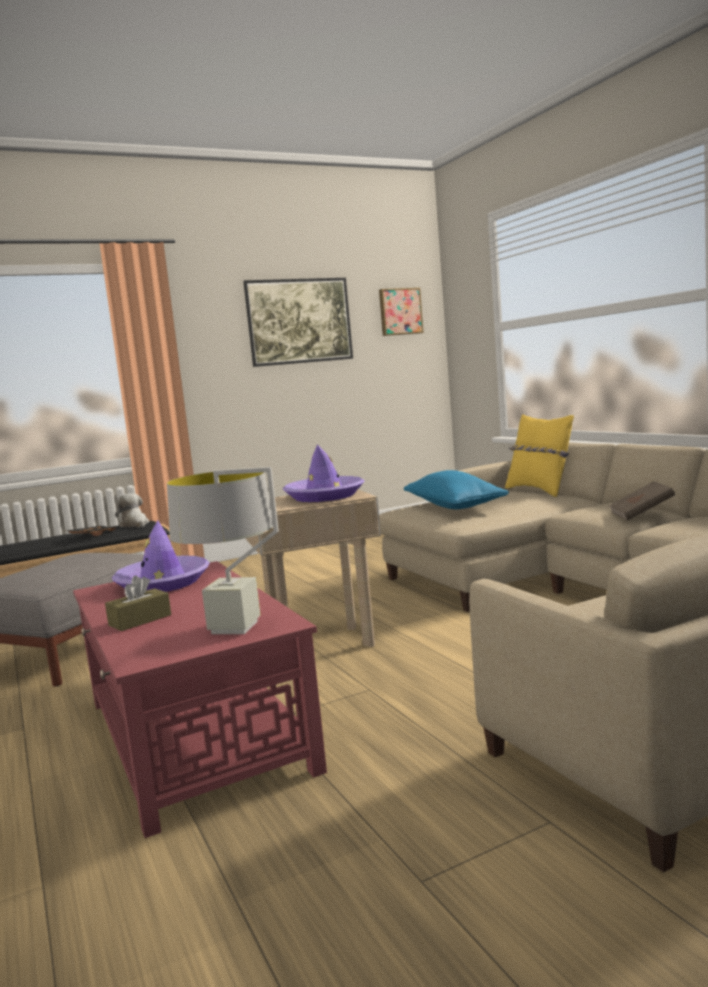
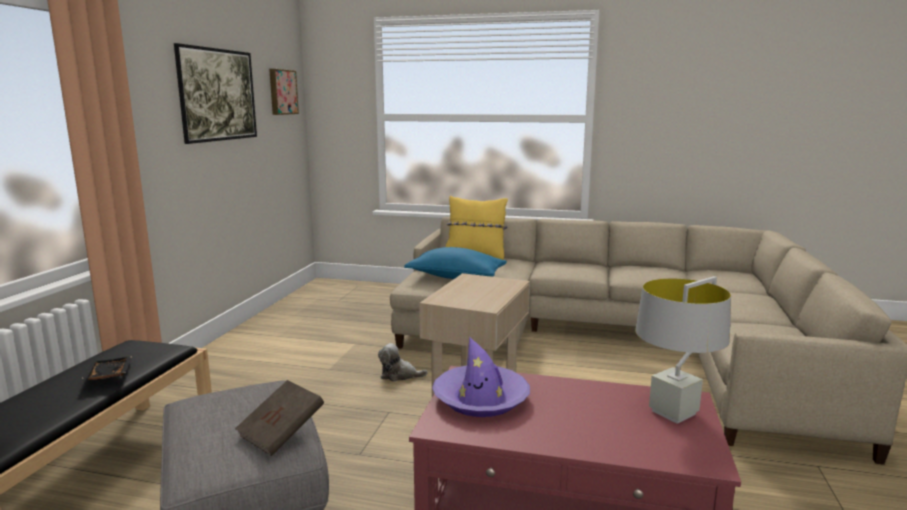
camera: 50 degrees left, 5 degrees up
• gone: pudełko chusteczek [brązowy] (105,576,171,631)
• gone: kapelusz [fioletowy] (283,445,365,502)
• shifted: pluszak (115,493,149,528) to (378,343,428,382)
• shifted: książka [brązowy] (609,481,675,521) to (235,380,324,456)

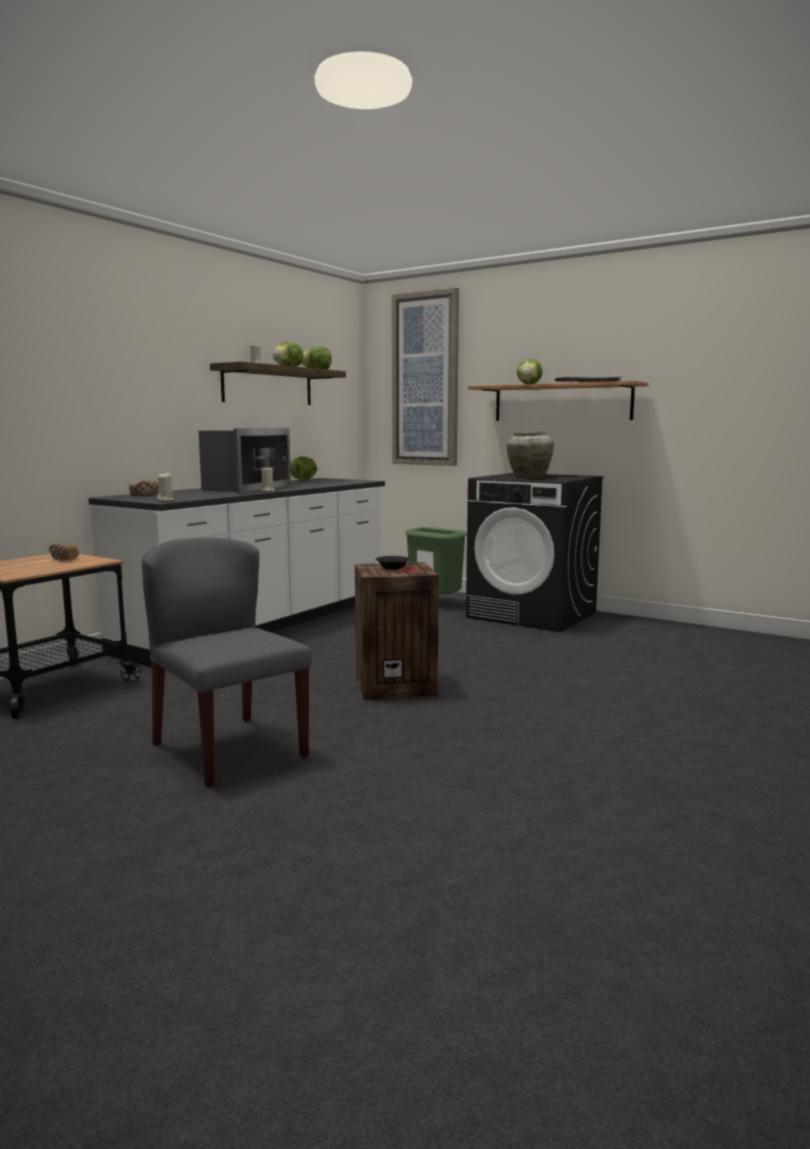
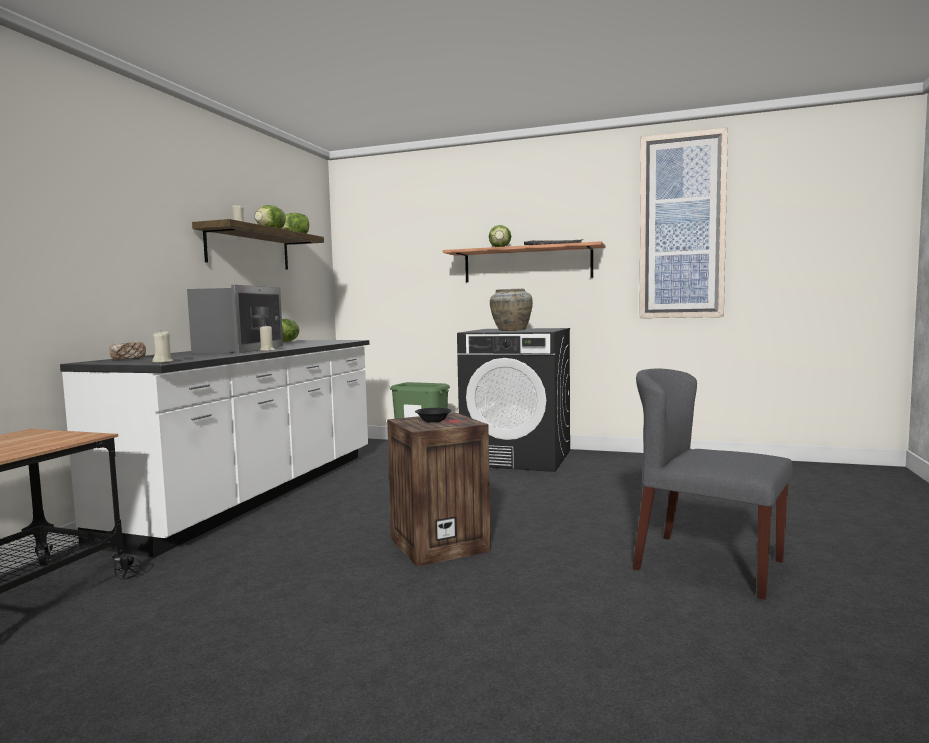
camera: 15 degrees left, 5 degrees down
• gone: chleb (49,543,79,560)
• shifted: krzesło [szary] (142,537,312,788) to (633,368,793,600)
• shifted: obraz (392,288,459,466) to (639,127,728,318)

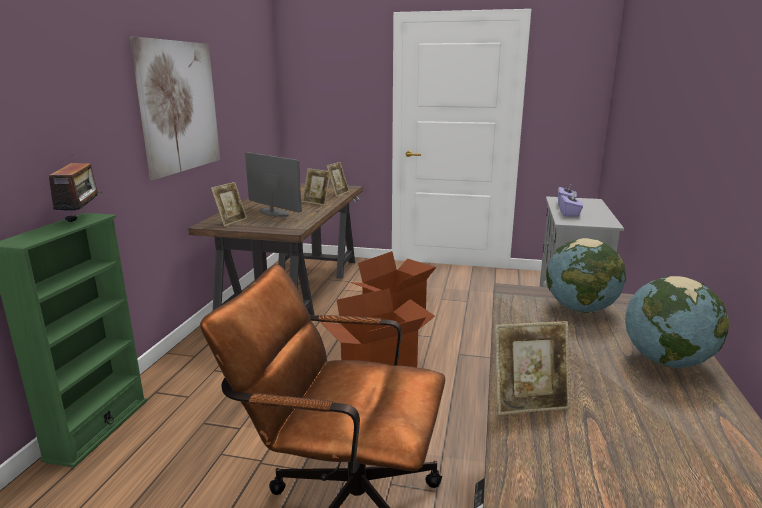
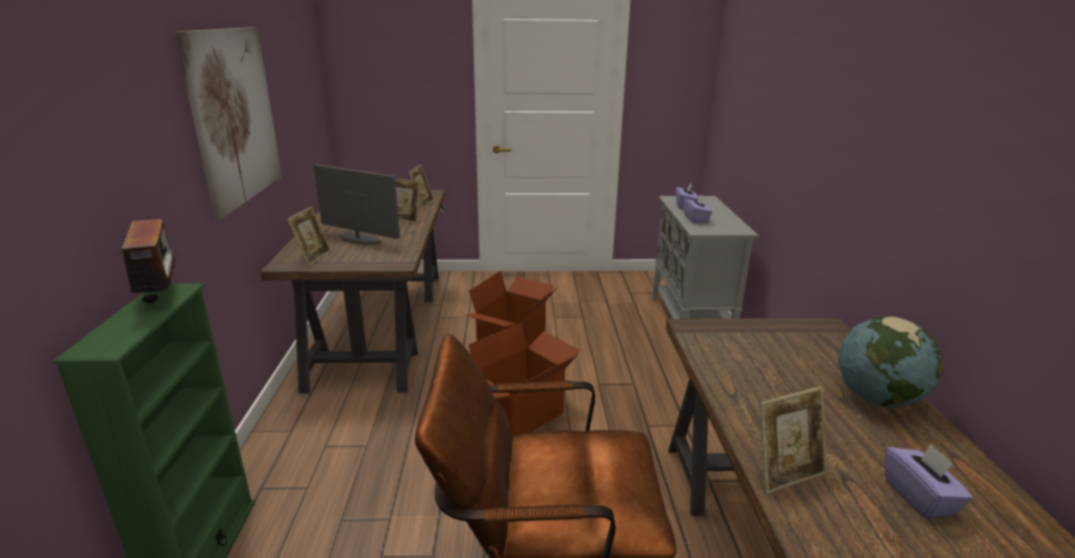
camera: 15 degrees left, 5 degrees up
• gone: globus (546,238,626,313)
• new: pudełko chusteczek [fioletowy] (884,444,973,519)

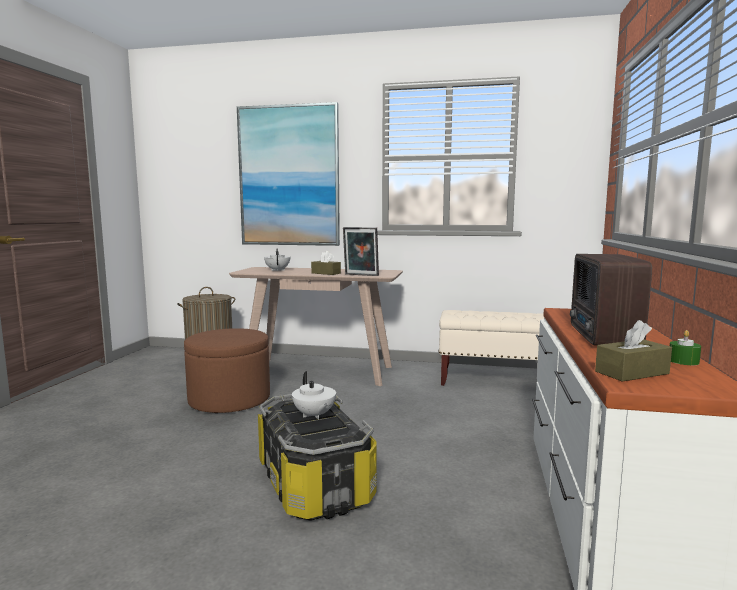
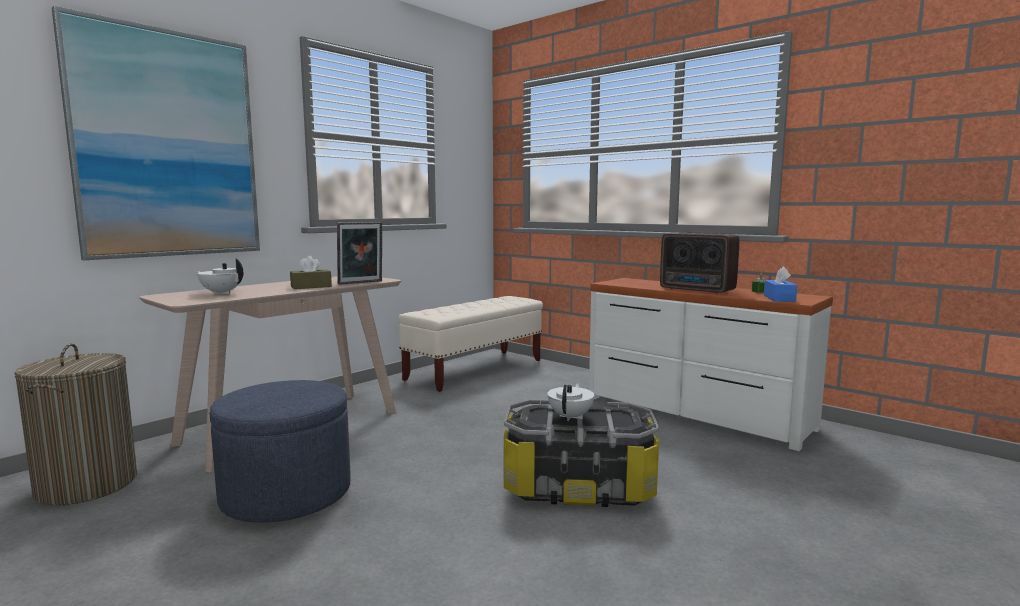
camera: 60 degrees left, 0 degrees up
• repainted: pufa [brązowy] (184,328,270,413) to pufa [niebieski] (210,380,351,523)
• repainted: pudełko chusteczek [brązowy] (595,320,672,382) to pudełko chusteczek [niebieski] (764,266,797,302)
• rotated: imbryk [biały] (292,371,336,420) = (548,384,594,421) 75 degrees counterclockwise

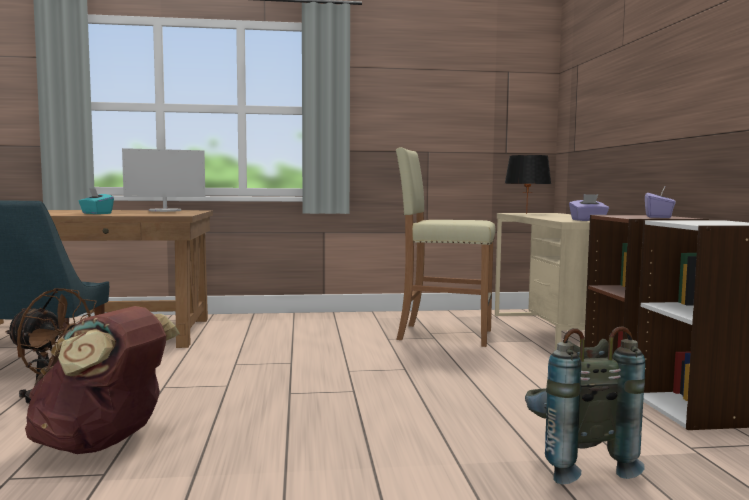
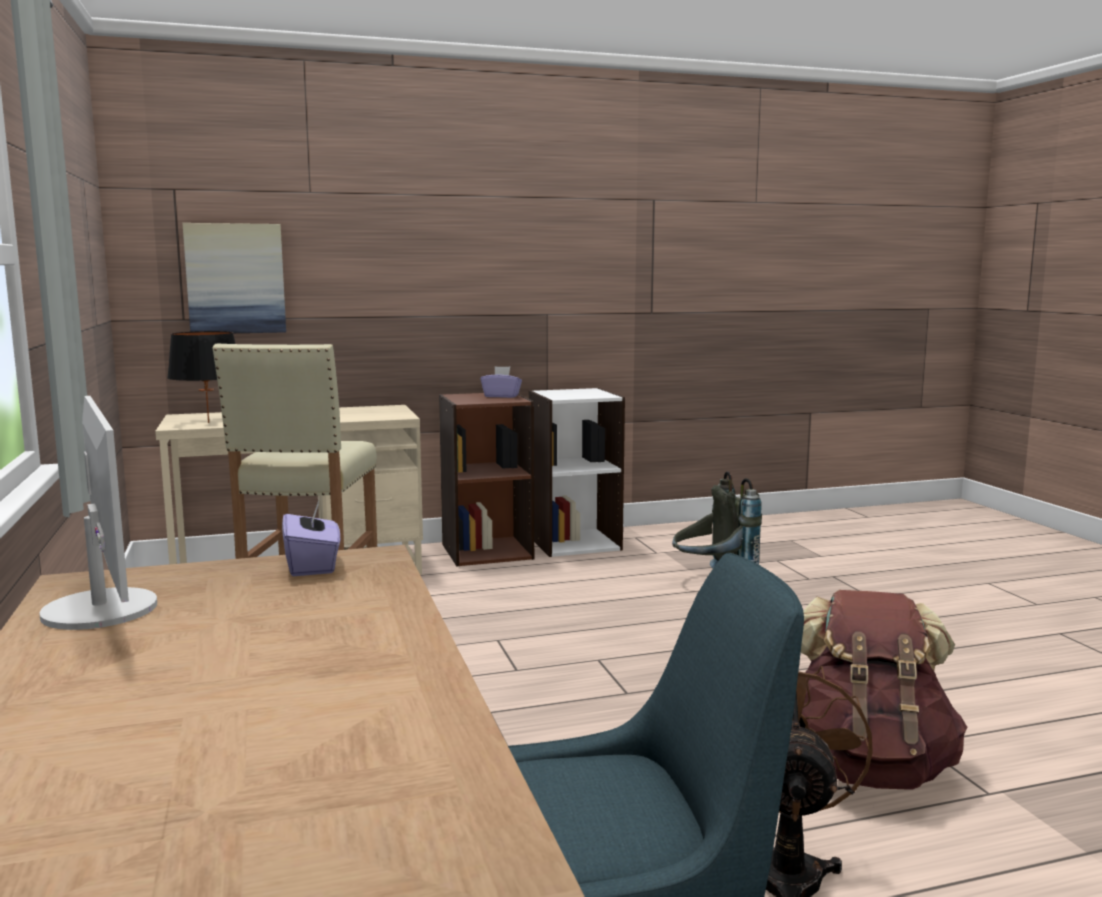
camera: 100 degrees left, 5 degrees up
• gone: pudełko chusteczek [turkusowy] (79,188,114,214)
• new: obraz (182,223,286,333)
• shifted: pudełko chusteczek [fioletowy] (569,194,609,221) to (282,498,340,576)

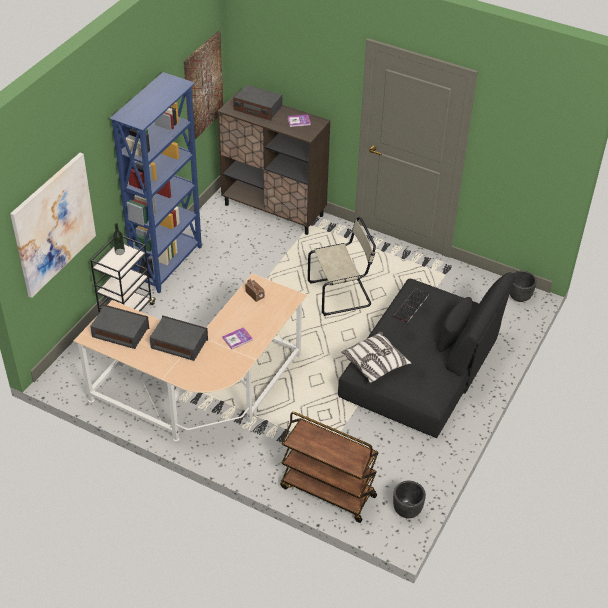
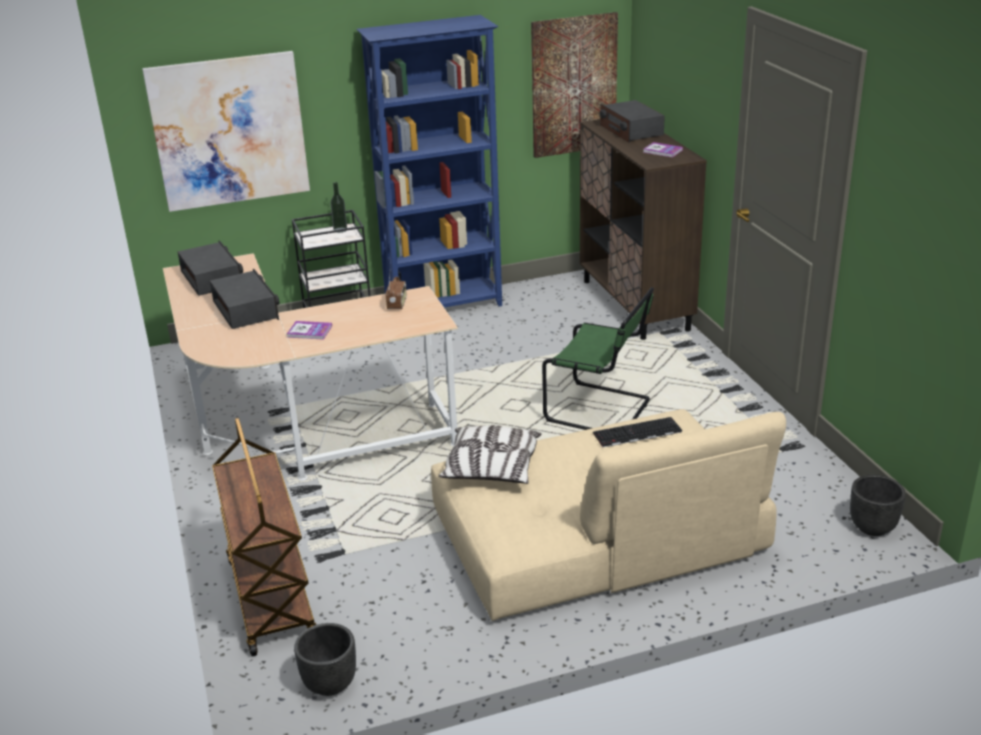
camera: 45 degrees right, 15 degrees down
• repainted: krzesło [beżowy] (308,217,376,316) to krzesło [zielony] (542,287,654,430)
• repainted: kanapa [czarny] (338,272,515,438) to kanapa [beżowy] (431,409,786,621)

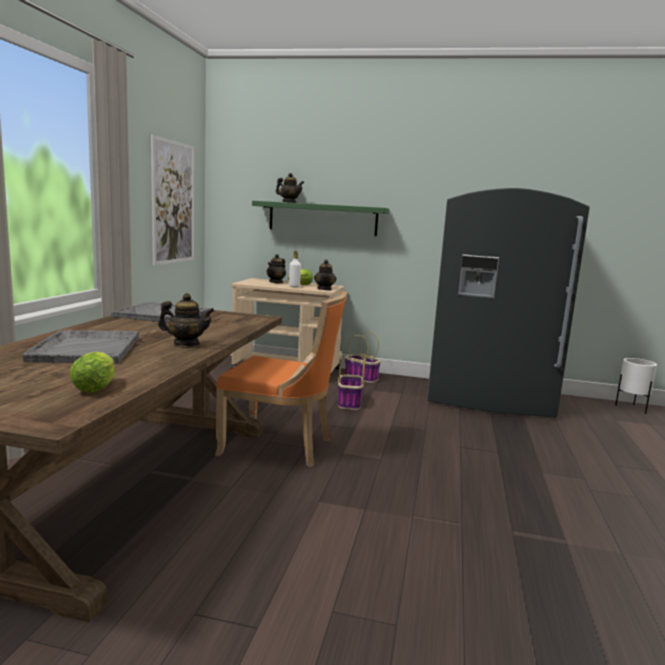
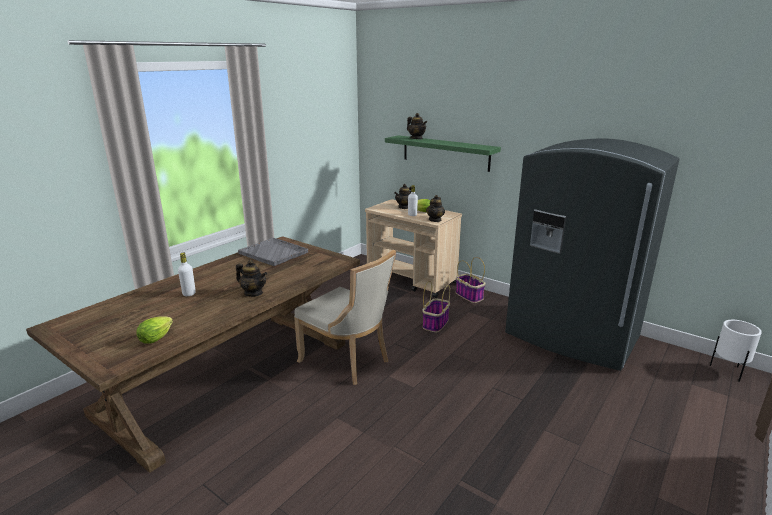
camera: 25 degrees right, 10 degrees up
• gone: obraz (151,135,194,266)
• swapped: taca [szary] (23,330,139,364) to butelka [biały] (178,253,196,296)
• repainted: krzesło [pomarańczowy] (215,291,347,467) to krzesło [beżowy] (294,250,396,385)

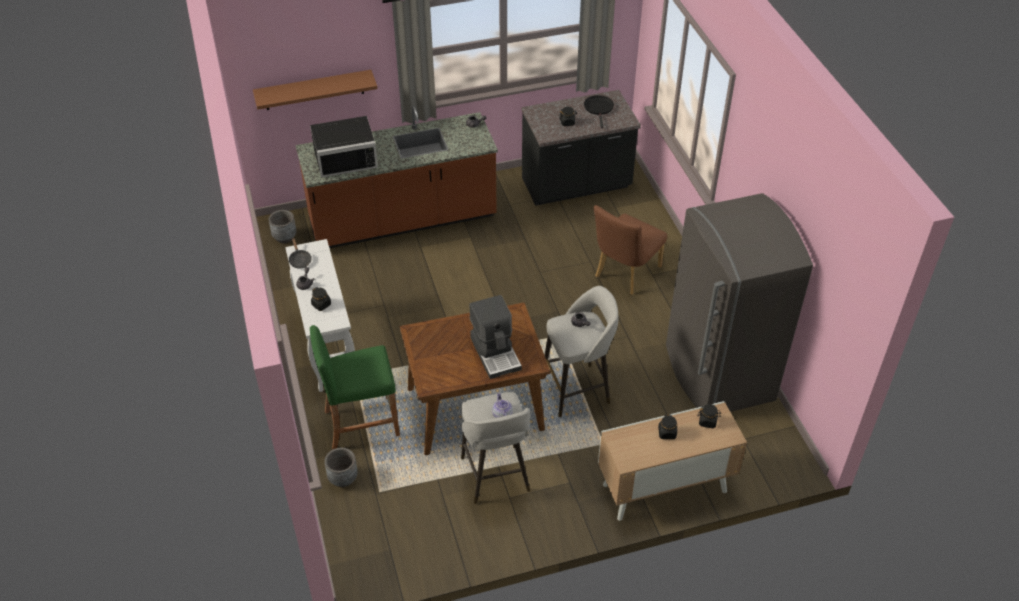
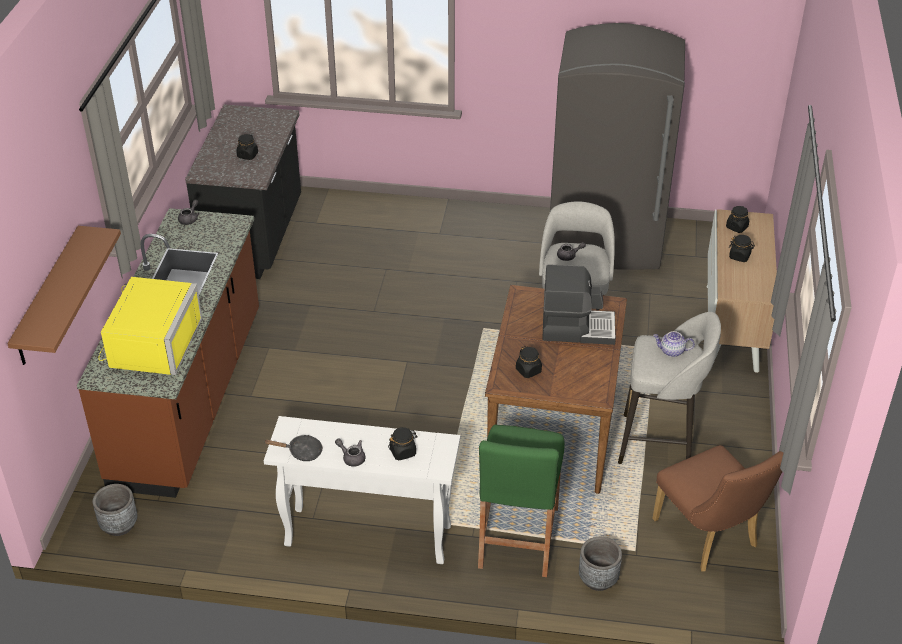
camera: 65 degrees left, 5 degrees down
• gone: patelnia [czarny] (584,95,614,128)
• new: słoik [czarny] (516,346,542,378)
• shifted: krzesło [brązowy] (594,205,667,295) to (652,445,784,571)
• repainted: mikrofalówka [czarny] (310,116,378,178) to mikrofalówka [żółty] (99,277,202,375)

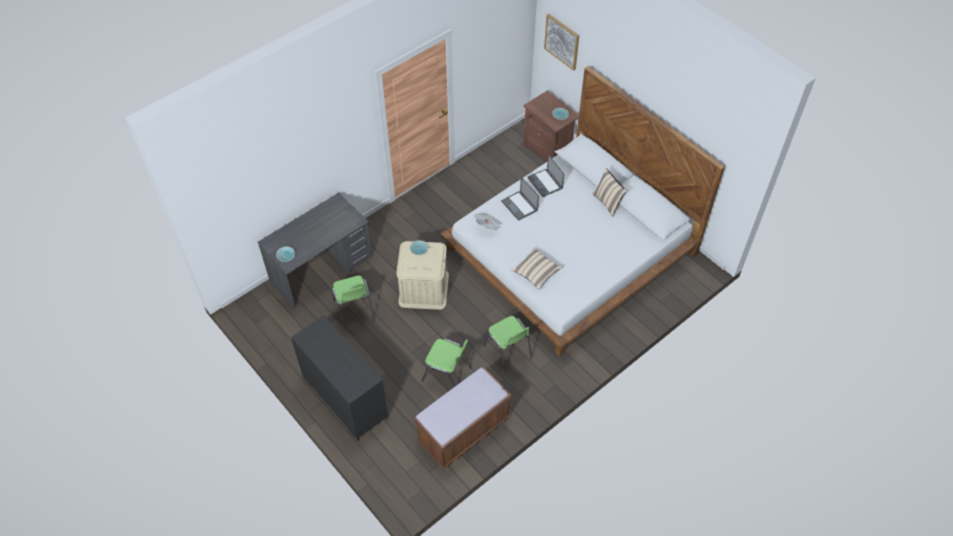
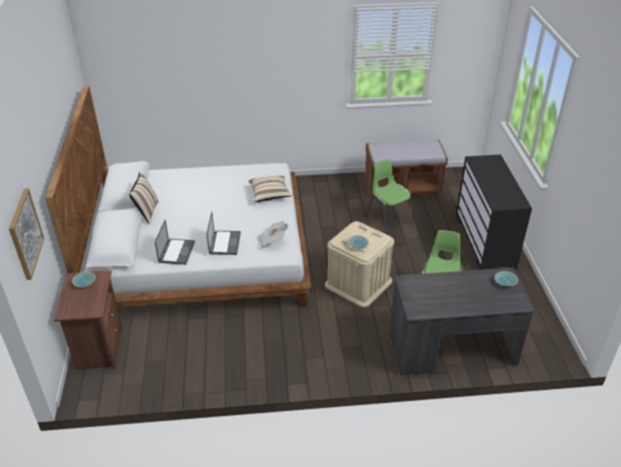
camera: 145 degrees left, 15 degrees down
• gone: krzesło [zielony] (483,316,532,374)

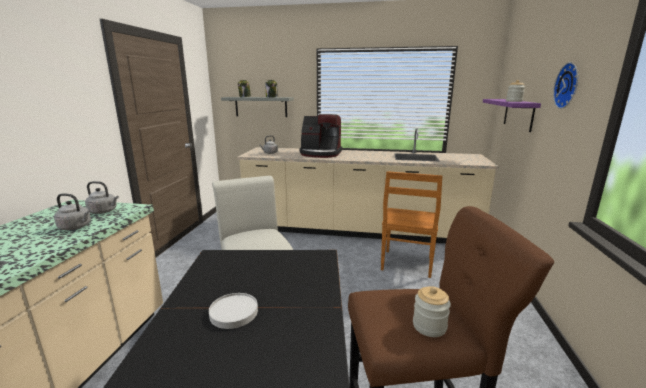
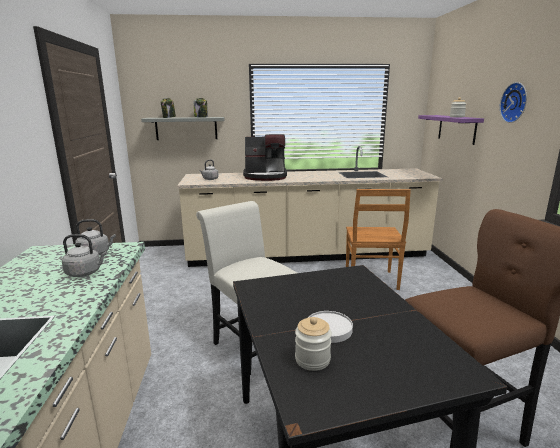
camera: 15 degrees left, 0 degrees up
• shifted: słoik (413,286,451,337) to (295,317,332,371)

